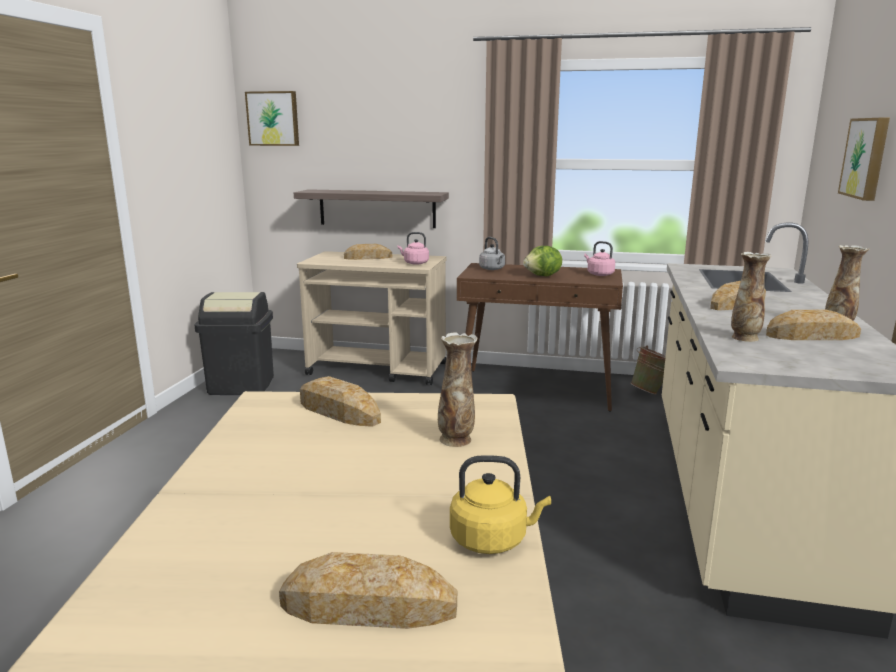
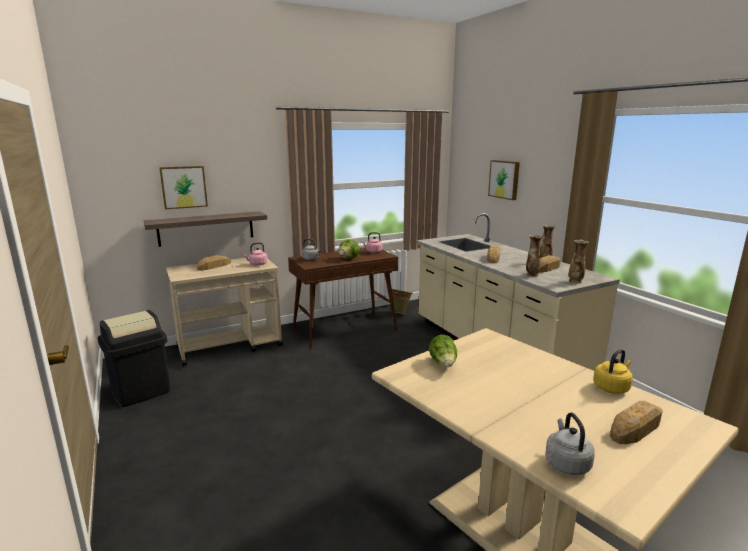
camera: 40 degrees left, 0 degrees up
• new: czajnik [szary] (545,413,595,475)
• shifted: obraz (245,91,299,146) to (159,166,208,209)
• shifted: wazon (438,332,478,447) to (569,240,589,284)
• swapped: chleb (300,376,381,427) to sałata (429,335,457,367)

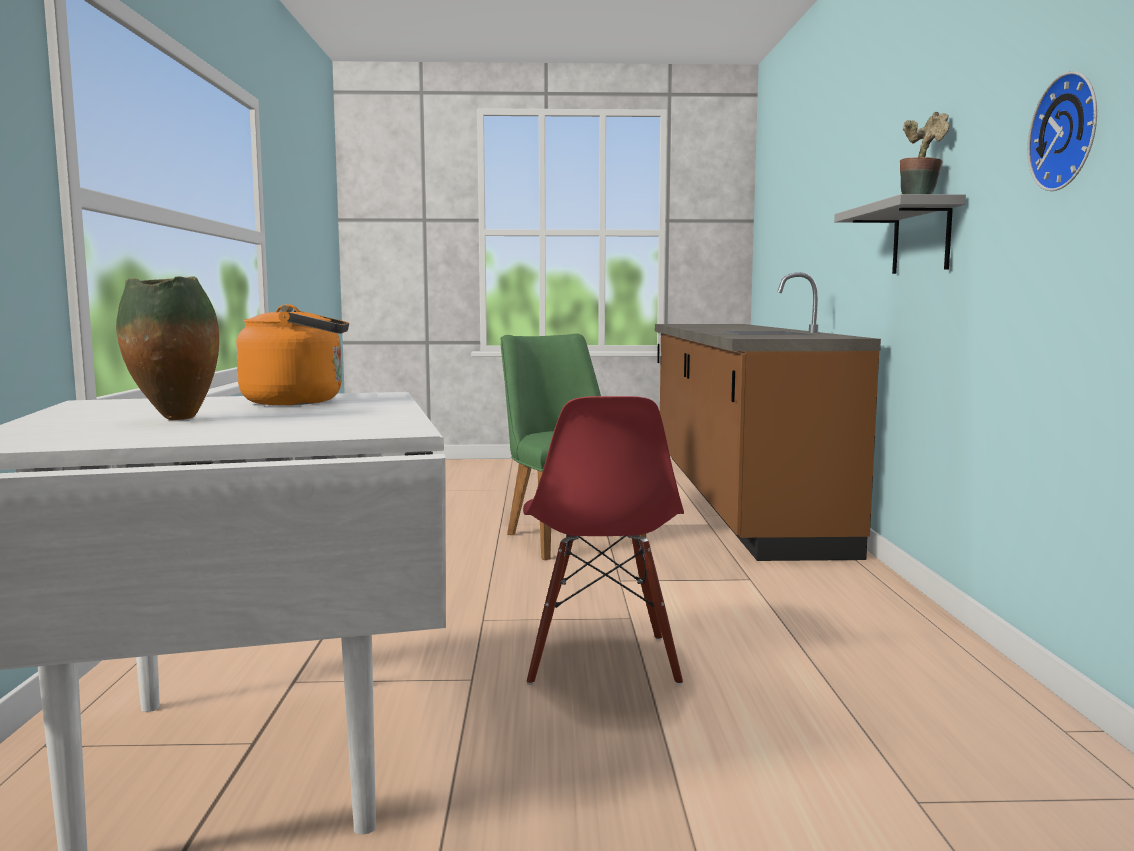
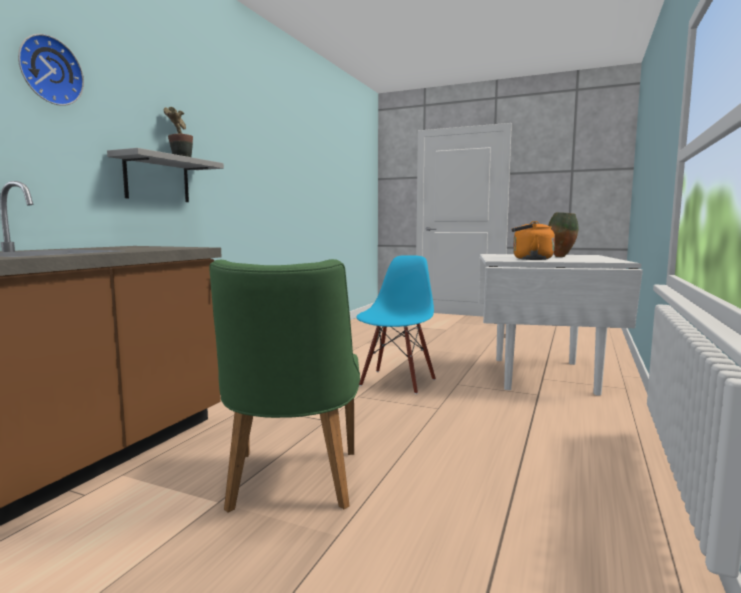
camera: 155 degrees left, 0 degrees up
• shifted: zegar ścienny (1027,71,1097,191) to (18,34,84,106)
• repainted: krzesło [czerwony] (523,396,684,685) to krzesło [niebieski] (356,255,436,394)

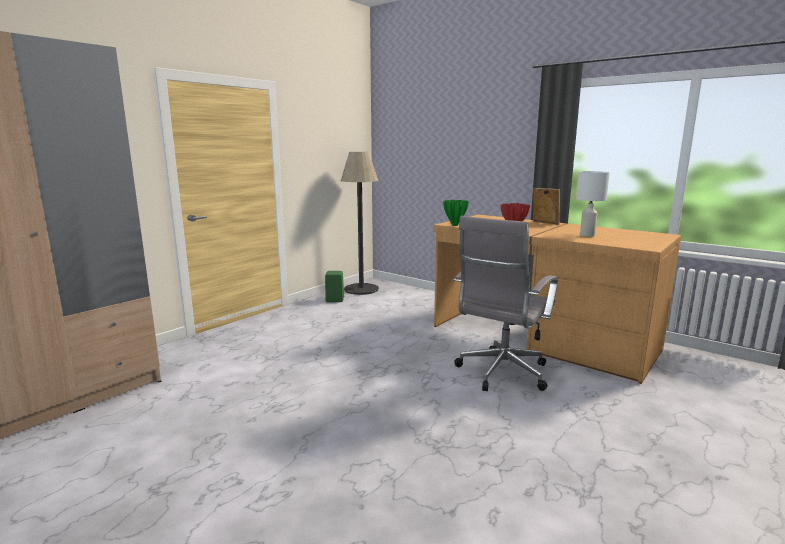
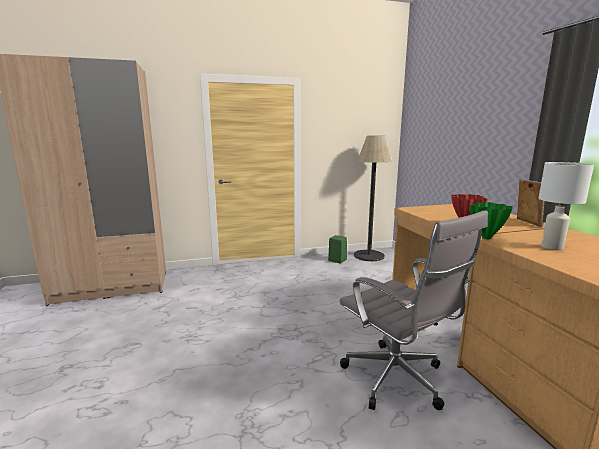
camera: 35 degrees right, 0 degrees up
• shifted: wazon [zielony] (443,200,469,226) to (470,202,513,239)
• rotated: krzesło biurowe [szary] (454,216,558,391) = (340,210,488,410) 105 degrees counterclockwise

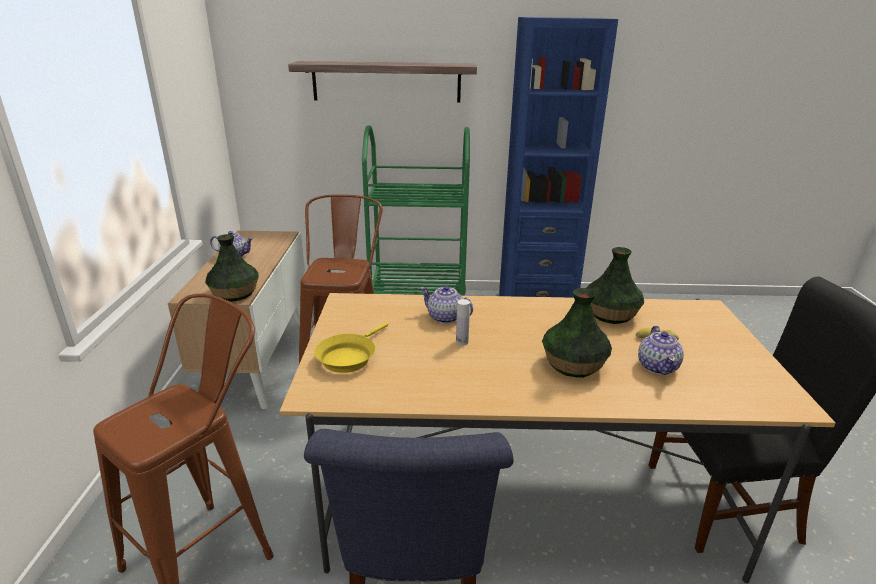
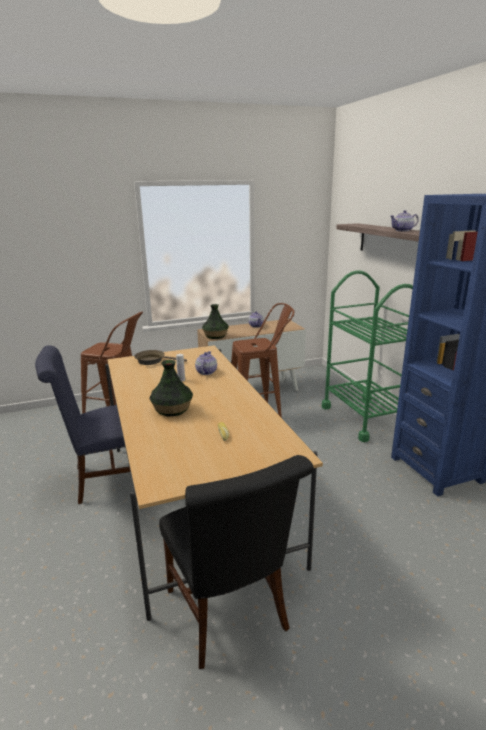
camera: 70 degrees right, 5 degrees down
• gone: wazon (587,247,644,324)
• shifted: imbryk (638,326,684,375) to (390,210,419,231)
• repainted: patelnia [żółty] (314,322,389,373) to patelnia [brązowy] (134,350,187,365)

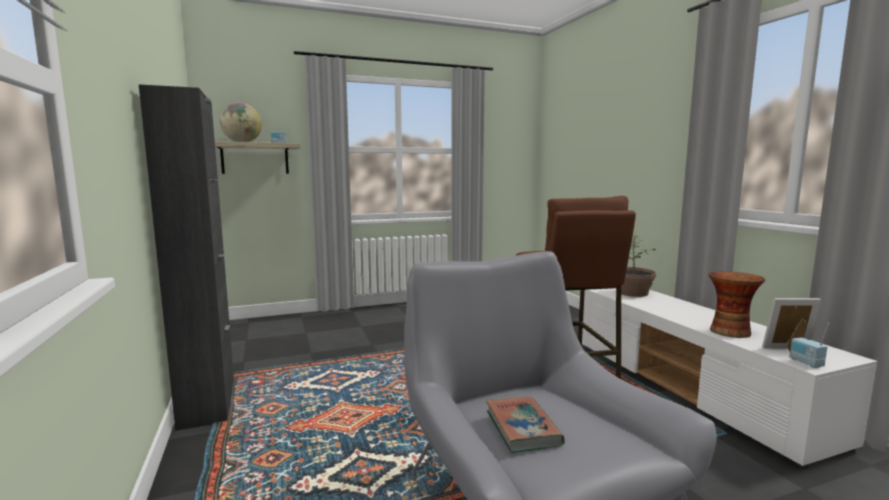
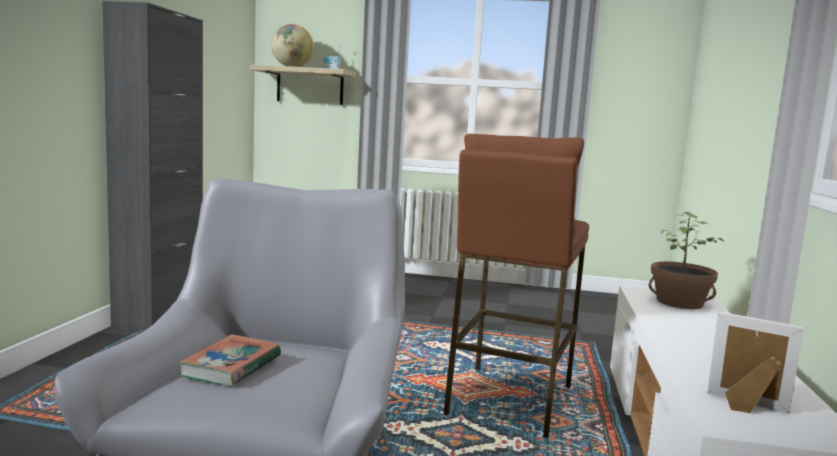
camera: 30 degrees right, 0 degrees up
• gone: wazon (708,271,765,338)
• gone: radio (790,322,829,368)

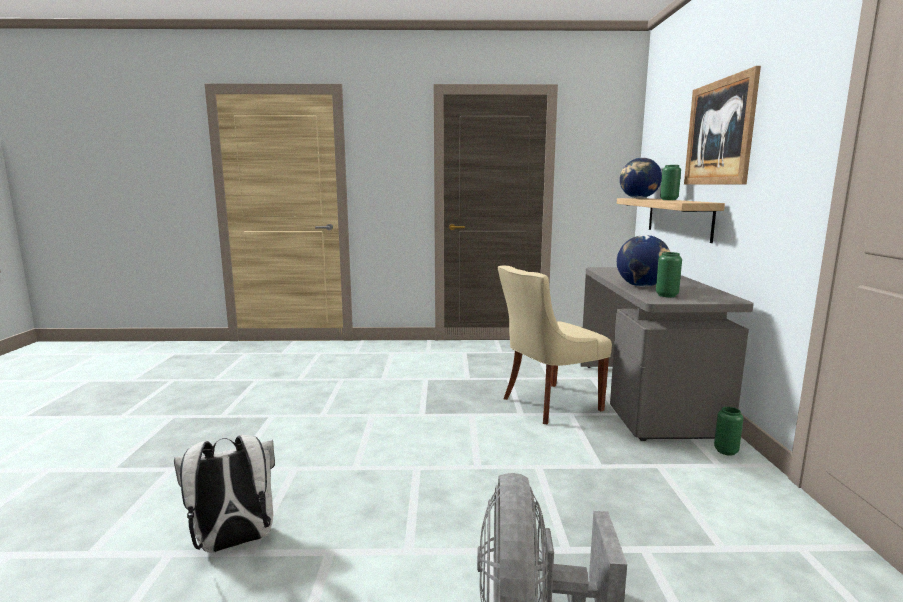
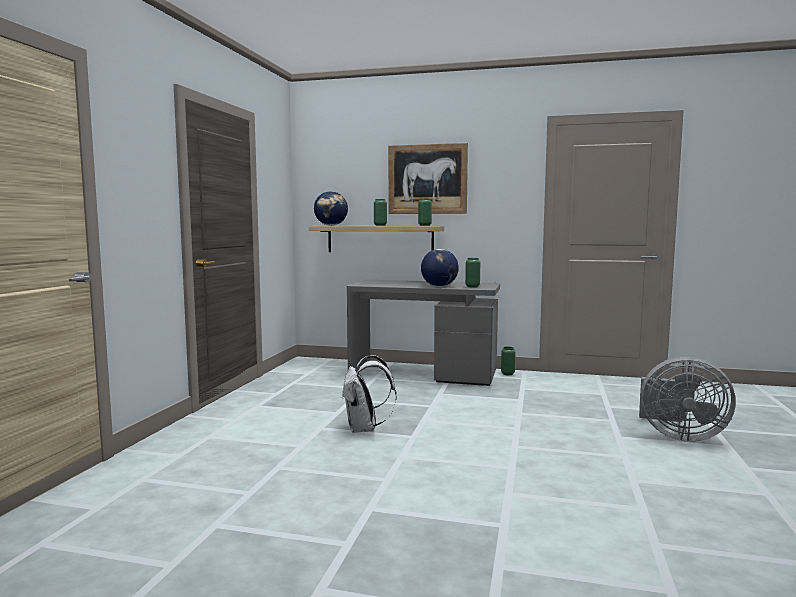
camera: 75 degrees left, 5 degrees down
• gone: krzesło [beżowy] (498,266,612,424)
• new: wazon [zielony] (418,198,432,226)
• shifted: plecak [biały] (174,435,275,552) to (342,355,397,433)

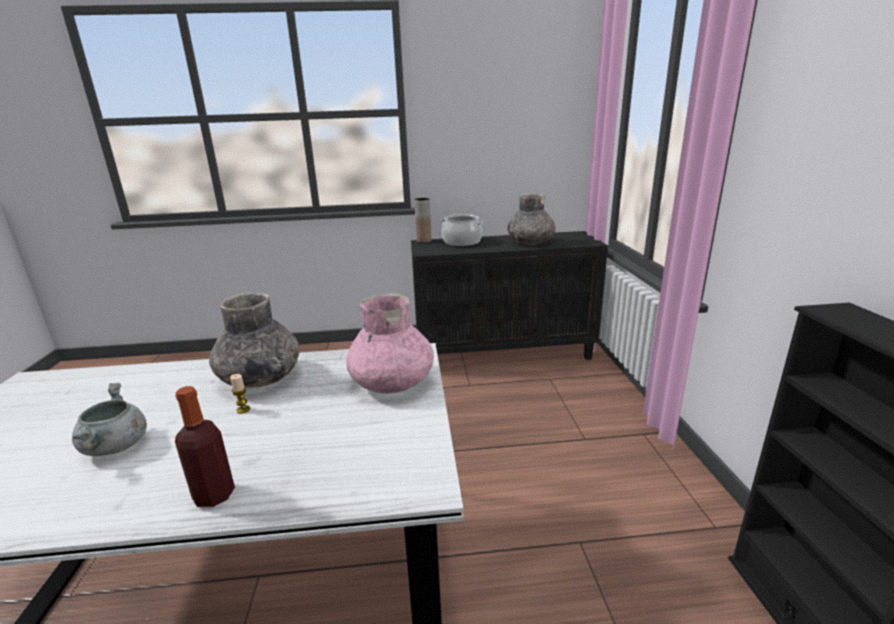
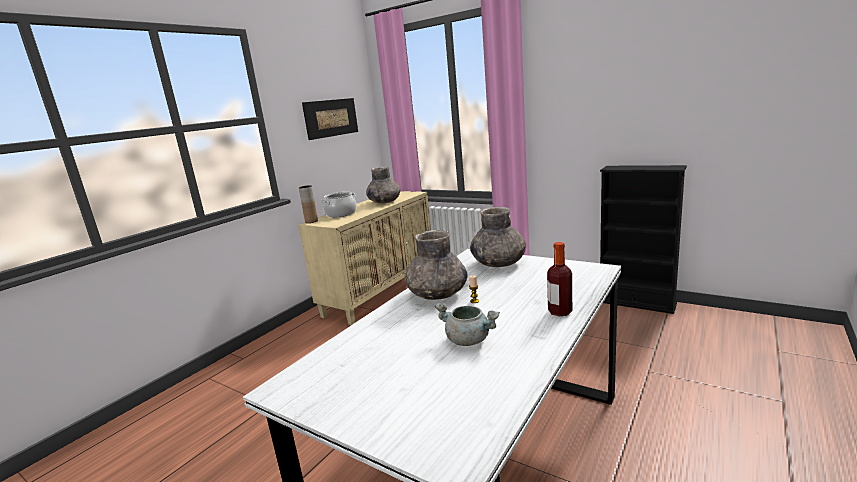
camera: 50 degrees left, 5 degrees down
• new: obraz (302,98,358,140)
• repainted: wazon [różowy] (346,293,434,394) to wazon [szary] (470,207,526,267)
• repainted: szafka [czarny] (411,231,608,360) to szafka [beżowy] (298,191,431,325)

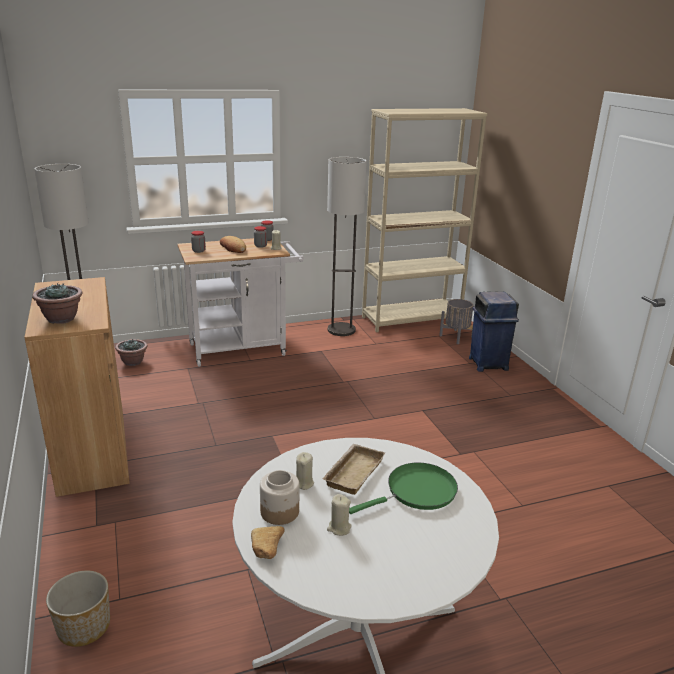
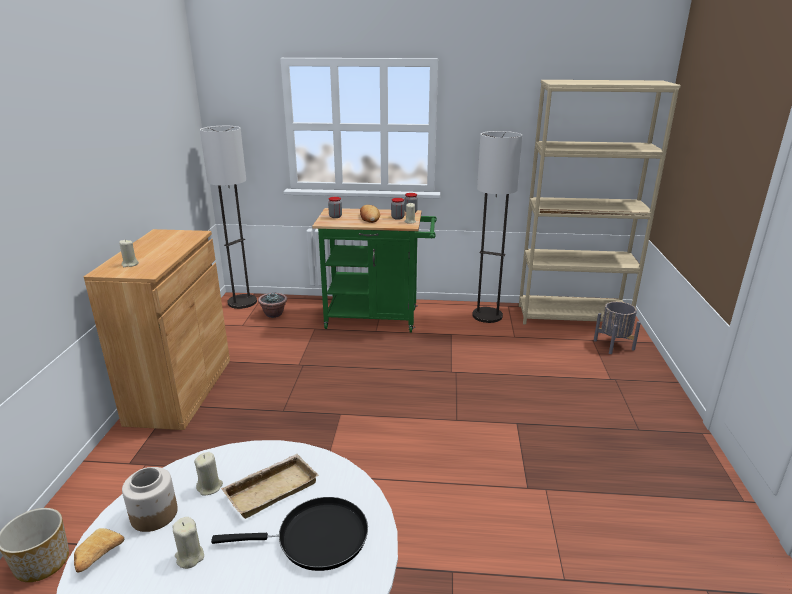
camera: 25 degrees right, 0 degrees up
• gone: kosz na śmieci [niebieski] (469,292,519,372)
• swapped: roślina doniczkowa (32,282,83,324) to świeca [beżowy] (119,240,139,267)
• repainted: wózek [biały] (177,238,304,367) to wózek [zielony] (312,208,437,332)
• repainted: patelnia [zielony] (349,463,458,514) to patelnia [czarny] (211,497,368,571)

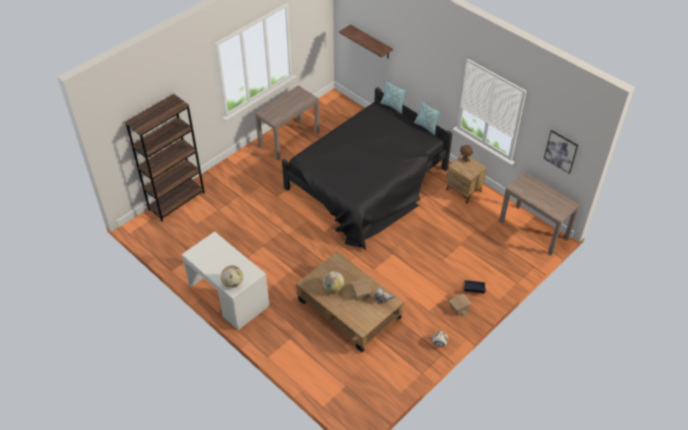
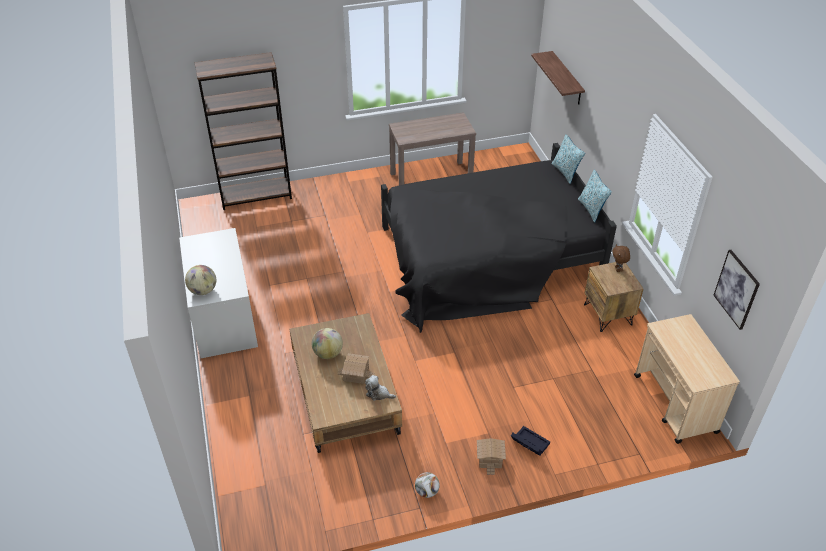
camera: 30 degrees right, 5 degrees down
• swapped: stolik konsolowy [brązowy] (499,172,580,255) to wózek [beżowy] (634,314,740,444)

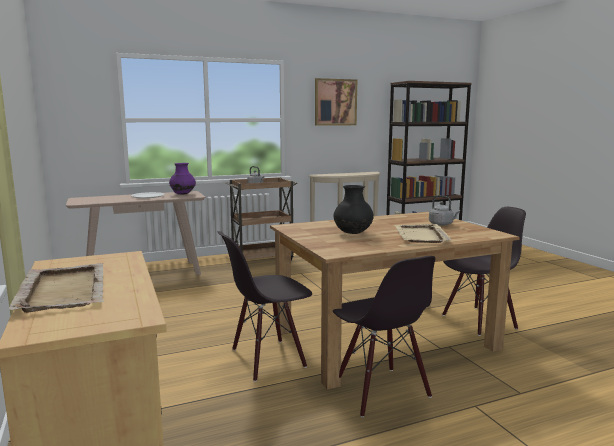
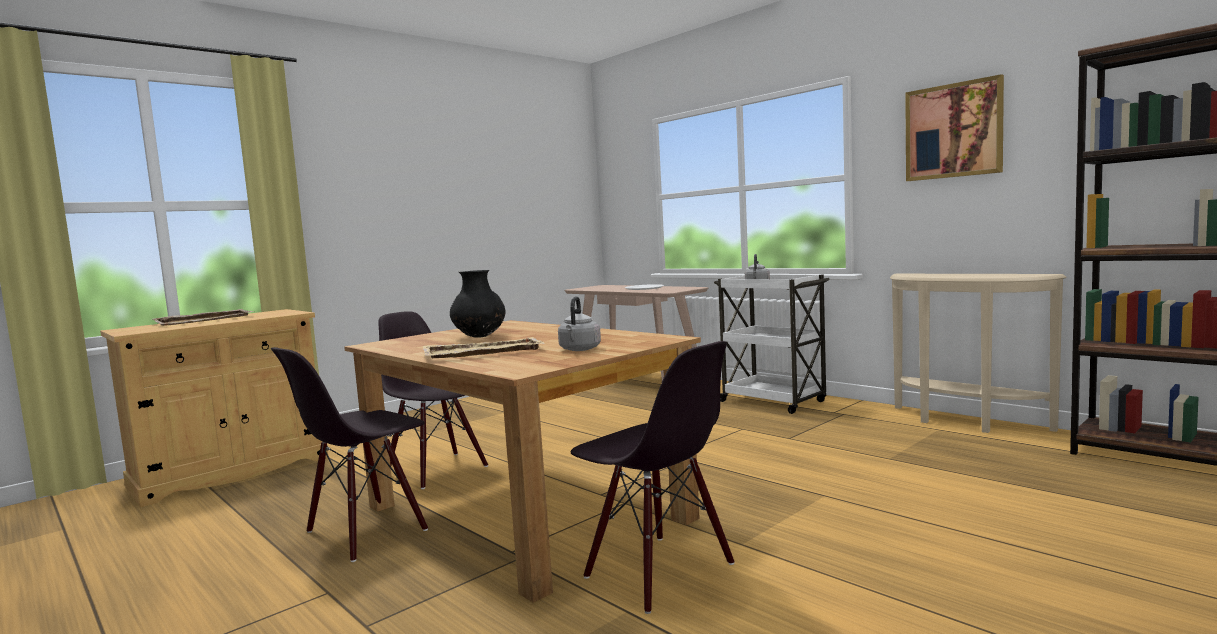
camera: 70 degrees right, 5 degrees down
• gone: wazon [fioletowy] (169,163,196,195)
• repainted: wózek [brązowy] (225,177,297,260) to wózek [biały] (714,274,830,414)

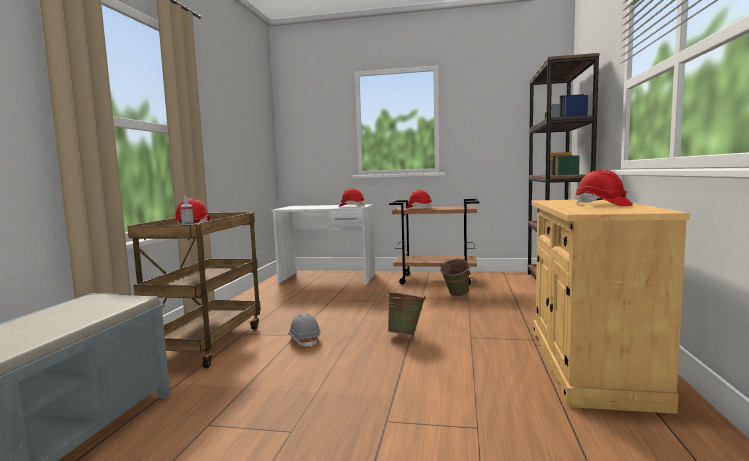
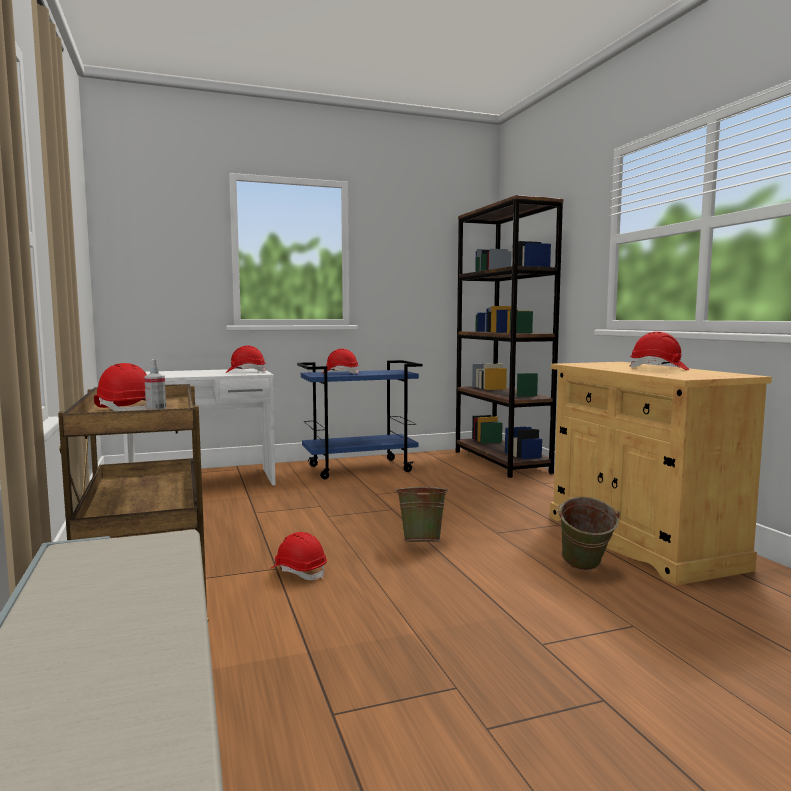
camera: 30 degrees left, 0 degrees up
• shifted: wiadro [zielony] (440,259,471,296) to (557,497,620,571)
• repainted: kask [szary] (288,313,321,347) to kask [czerwony] (270,532,327,580)
• repainted: wózek [brązowy] (389,199,479,285) to wózek [niebieski] (297,360,423,479)

